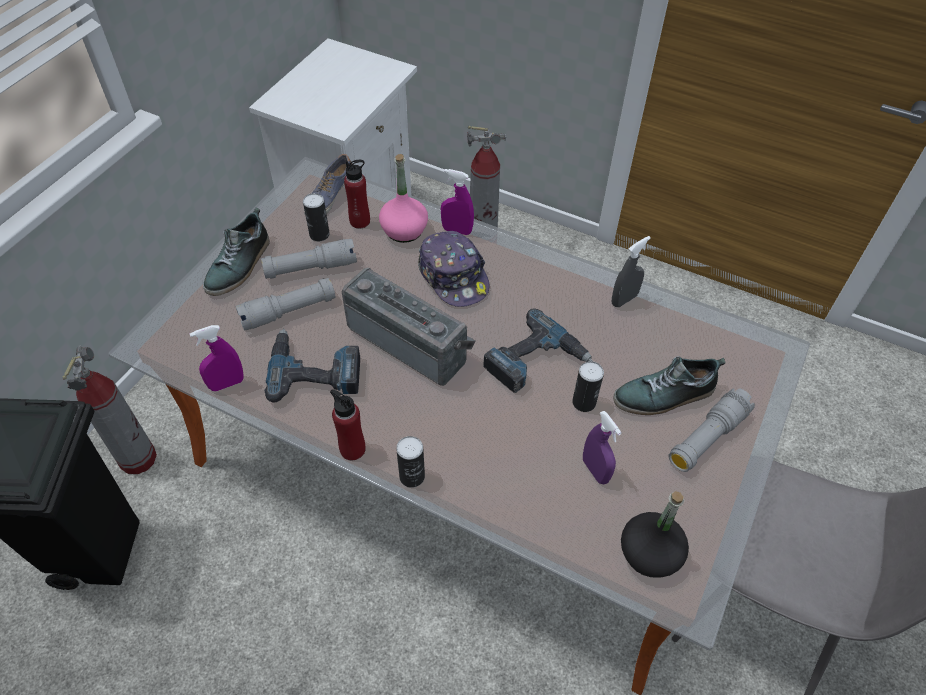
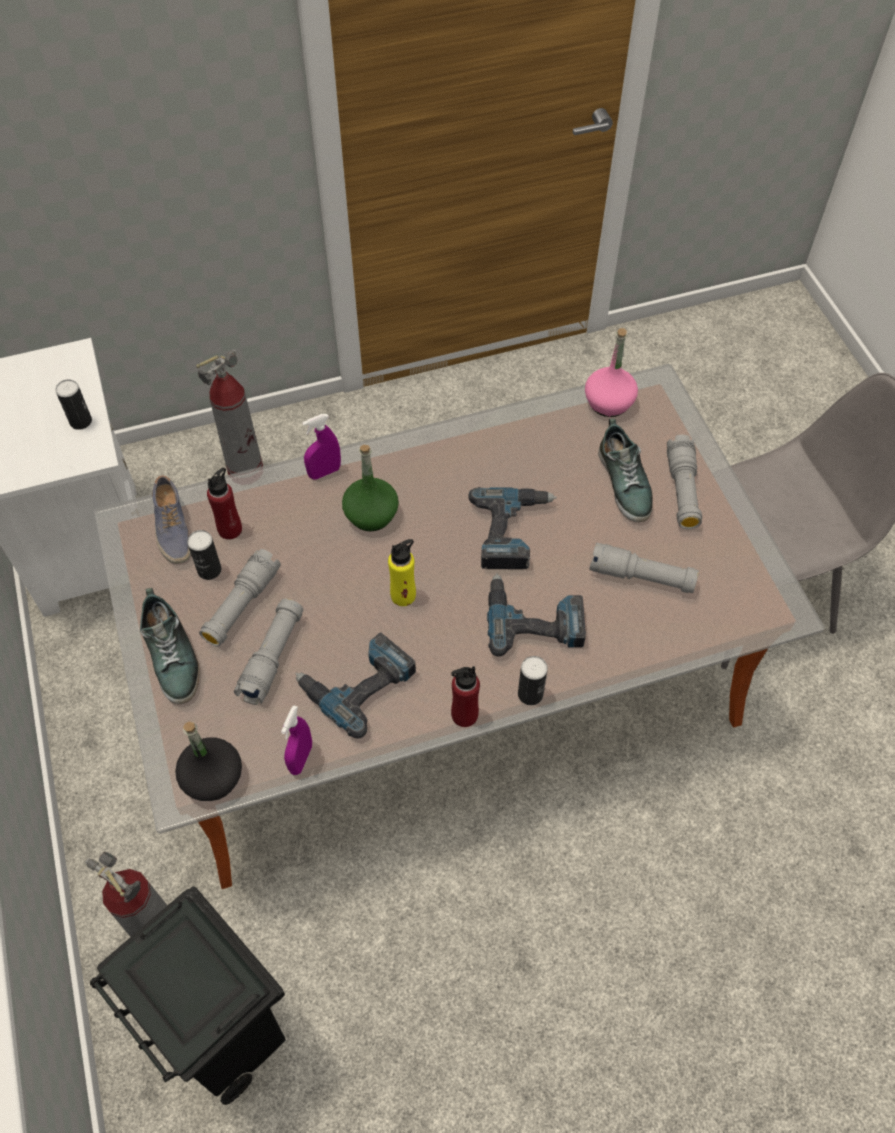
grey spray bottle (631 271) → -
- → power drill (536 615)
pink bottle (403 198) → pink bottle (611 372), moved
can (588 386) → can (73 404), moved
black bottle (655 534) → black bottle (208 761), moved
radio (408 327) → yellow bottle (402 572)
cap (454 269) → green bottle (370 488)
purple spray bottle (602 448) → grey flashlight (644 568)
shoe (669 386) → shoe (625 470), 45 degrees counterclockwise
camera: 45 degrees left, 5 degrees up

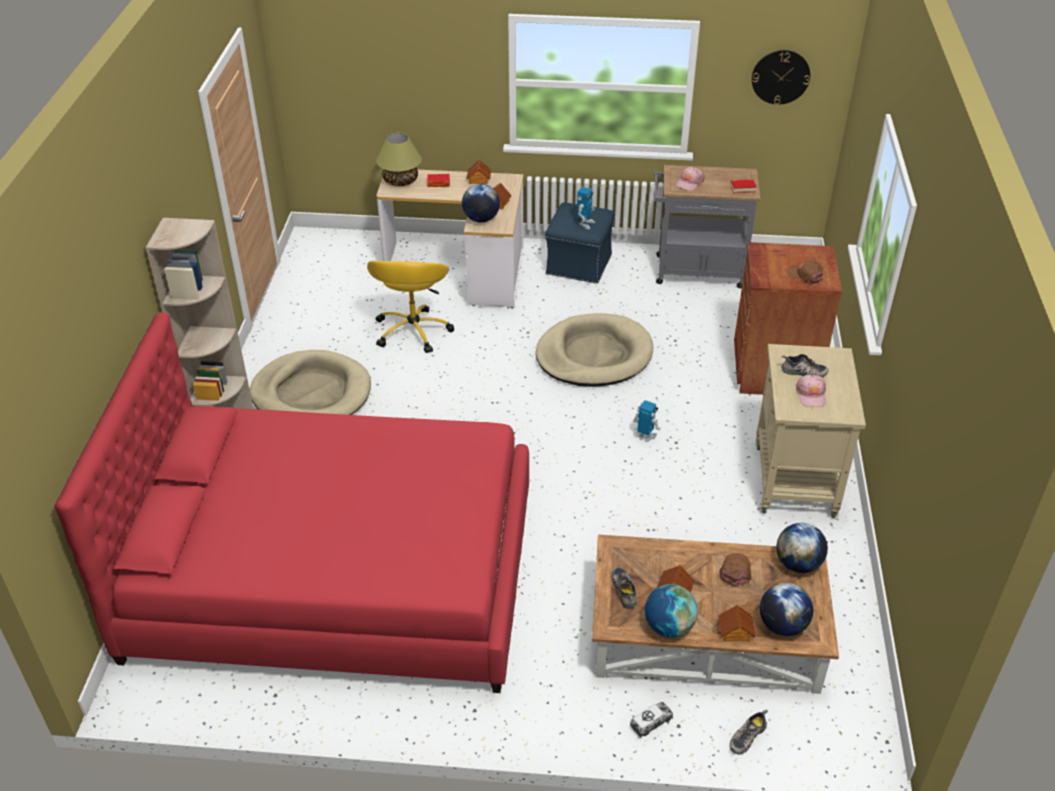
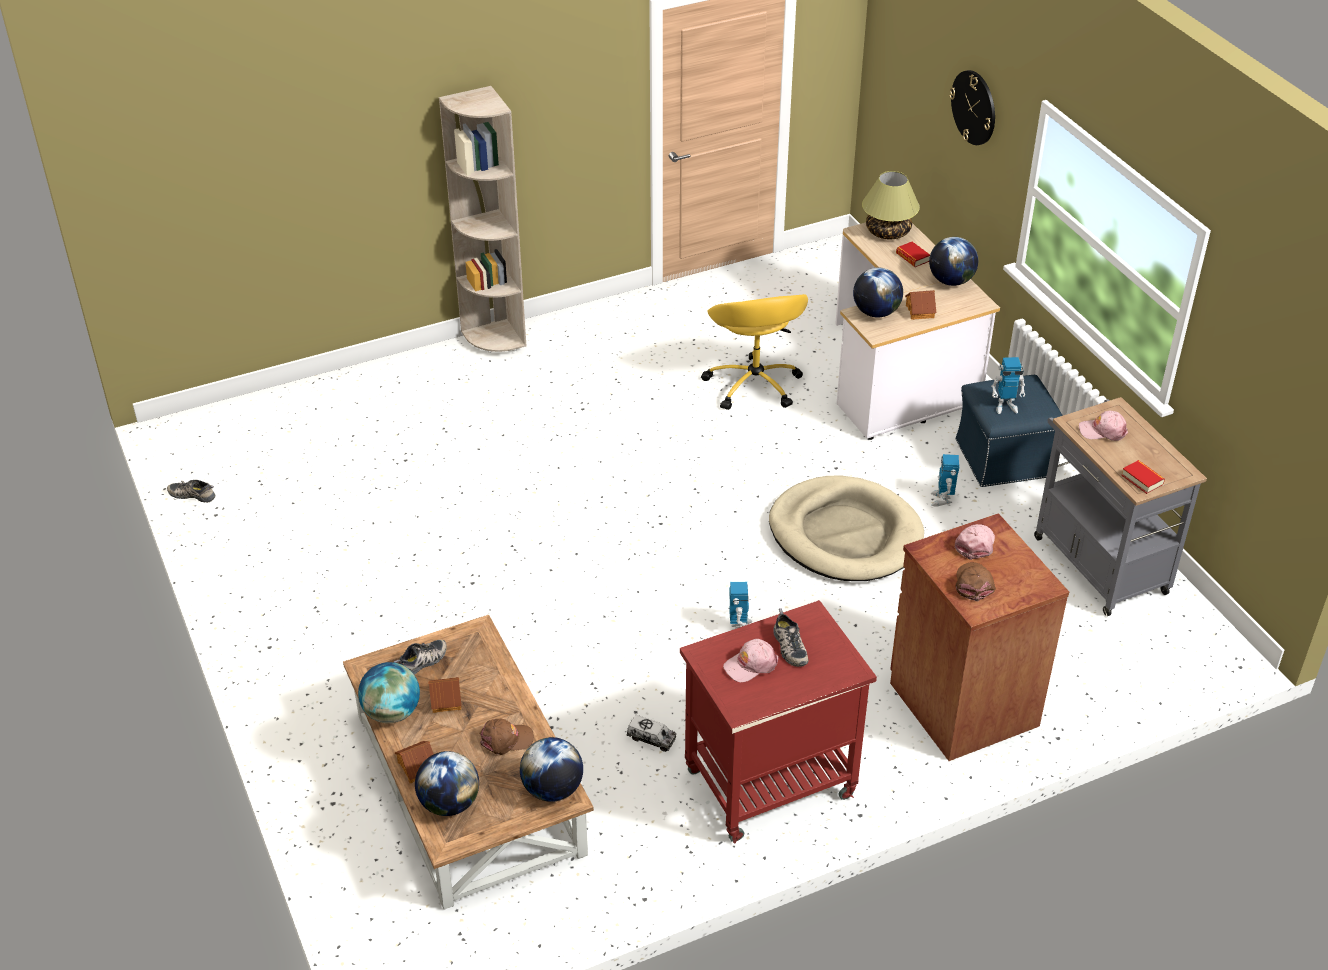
red bed (292 502) → -
beige dog bed (310 382) → -
- → toy robot (945 480)
- → pink cap (975 542)
toy truck (651 720) → toy truck (651 733), moved
shoe (749 732) → shoe (191 491), moved
wall clock (781 77) → wall clock (972 107), moved
toy house (479 171) → globe (954 261)
beige cart (810 431) → red cart (778 722)
yellow office chair (410 307) → yellow office chair (754 352), 75 degrees counterclockwise
camera: 60 degrees right, 0 degrees up

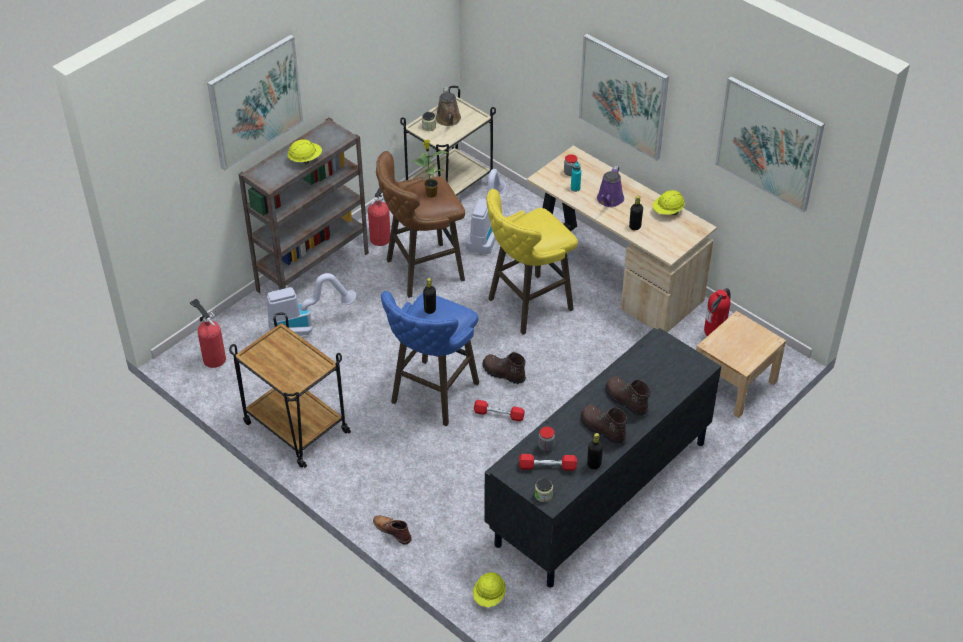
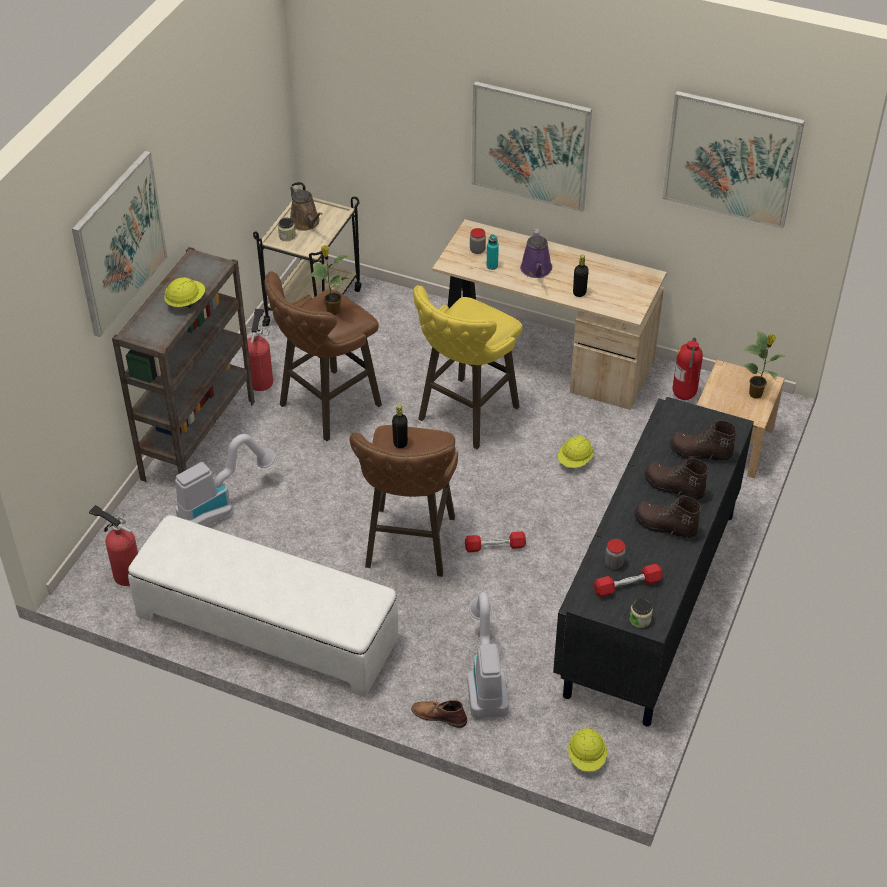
black bottle (595 451) → -
- → potted plant (764 364)
vacuum cleaner (486 211) → vacuum cleaner (488 655), moved
brown boot (504 368) → brown boot (703 440), moved
yellow hard hat (669 202) → yellow hard hat (575 452), moved
brown cart (290 390) → white bench (263 606)
blue stool (430 358) → brown stool (403 501)
camera: 20 degrees left, 0 degrees up

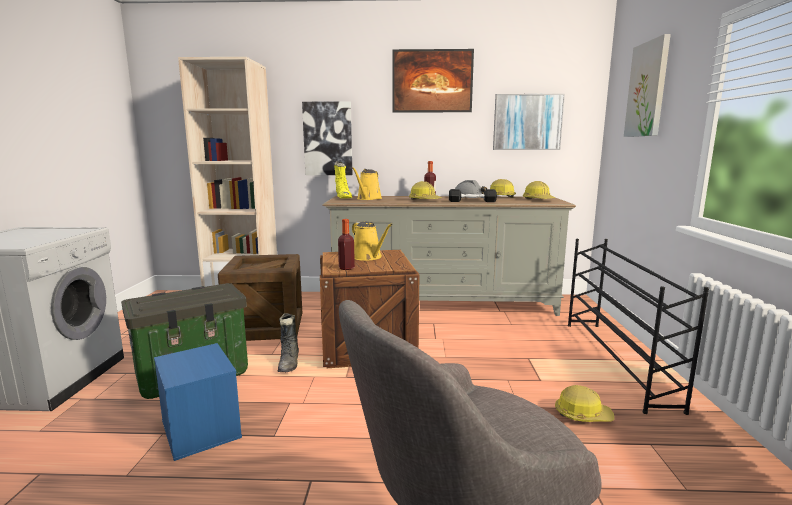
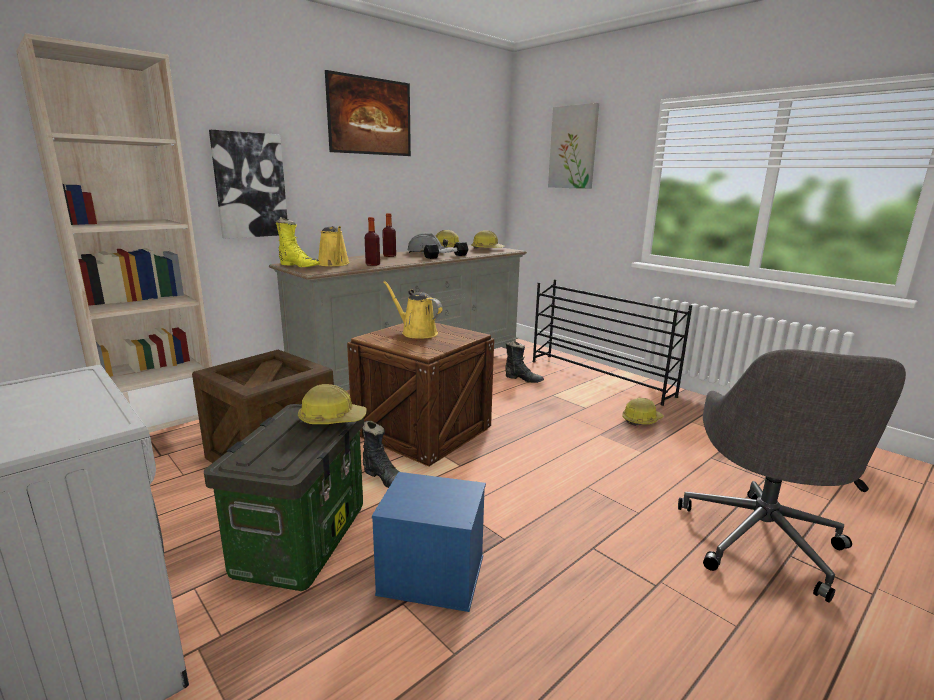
picture (529 122) → -
- → black boot (524 362)
bottle (346 244) → bottle (372 241), moved
hard hat (425 190) → hard hat (332 404), moved
yellow watering can (372 241) → yellow watering can (412 310), 150 degrees counterclockwise
camera: 45 degrees left, 5 degrees up

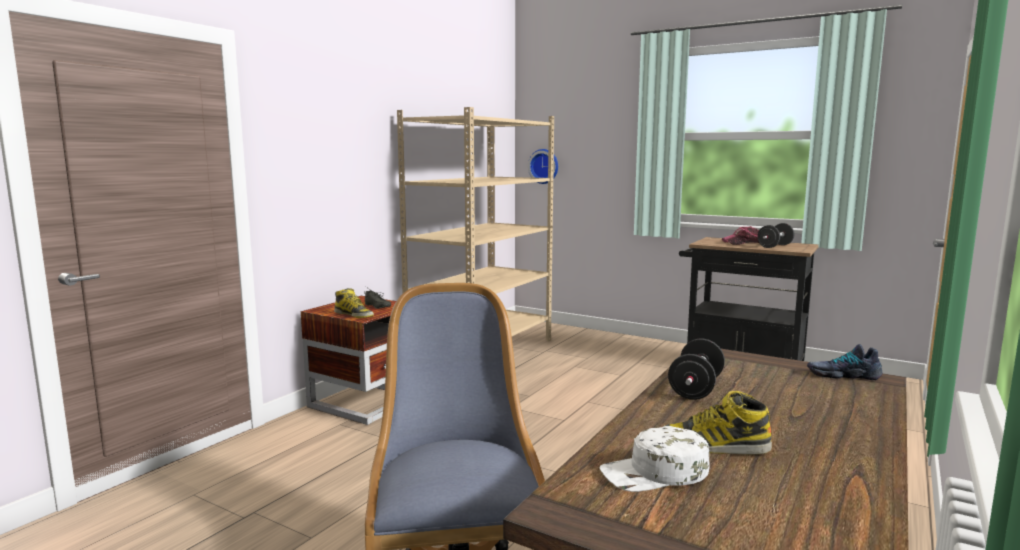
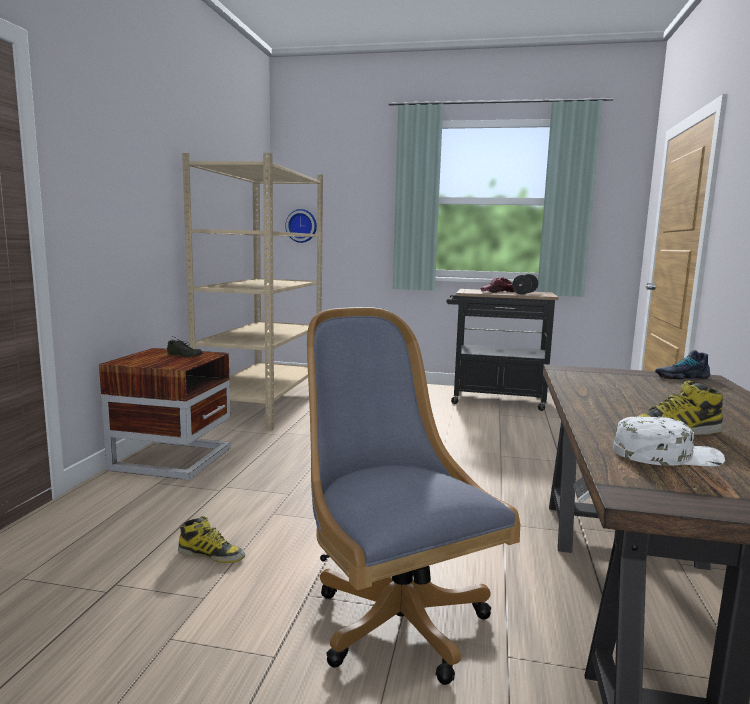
black dumbbell (696 369) → -
boot (354 303) → boot (211 539), moved
white cap (655 459) → white cap (669 441), 150 degrees counterclockwise
camera: 20 degrees left, 0 degrees up

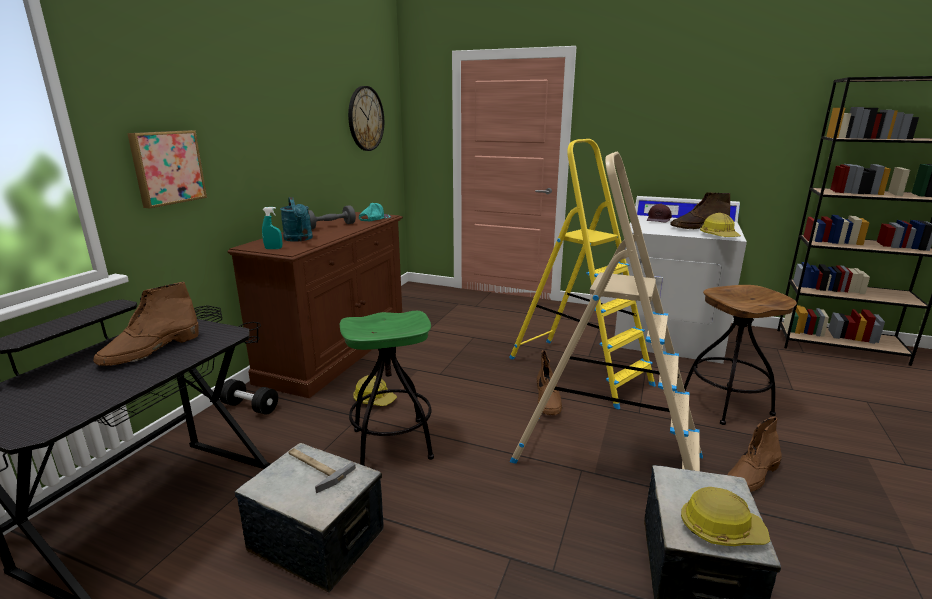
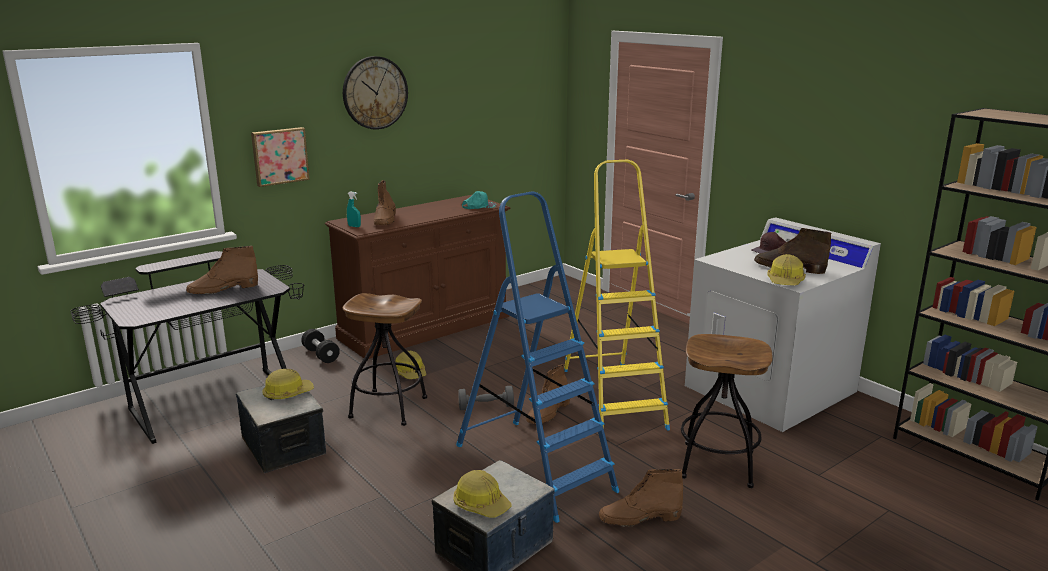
grey dumbbell (332 217) → grey dumbbell (486 398), moved
wall clock (366 118) → wall clock (375 93), moved
turquoise watering can (296 219) → brown boot (385 202)
hammer (322 470) → hard hat (288 384)
green stool (387 388) → brown stool (385 359)
beige step ladder (606 311) → blue step ladder (537 357)
camera: 30 degrees right, 0 degrees up

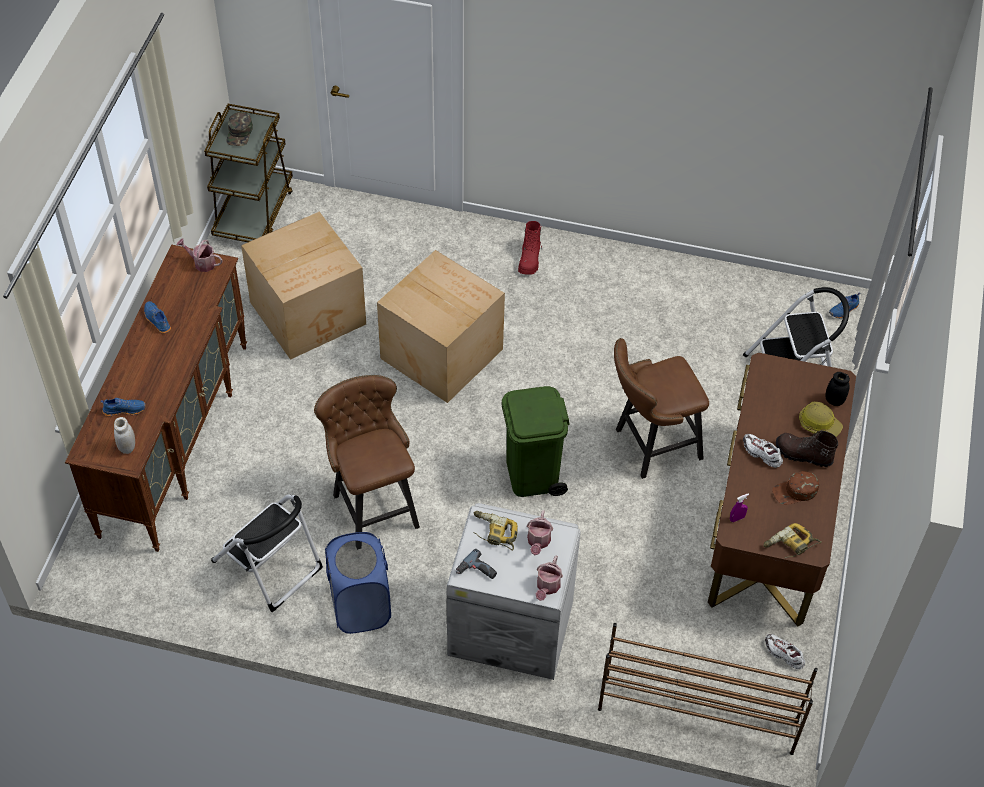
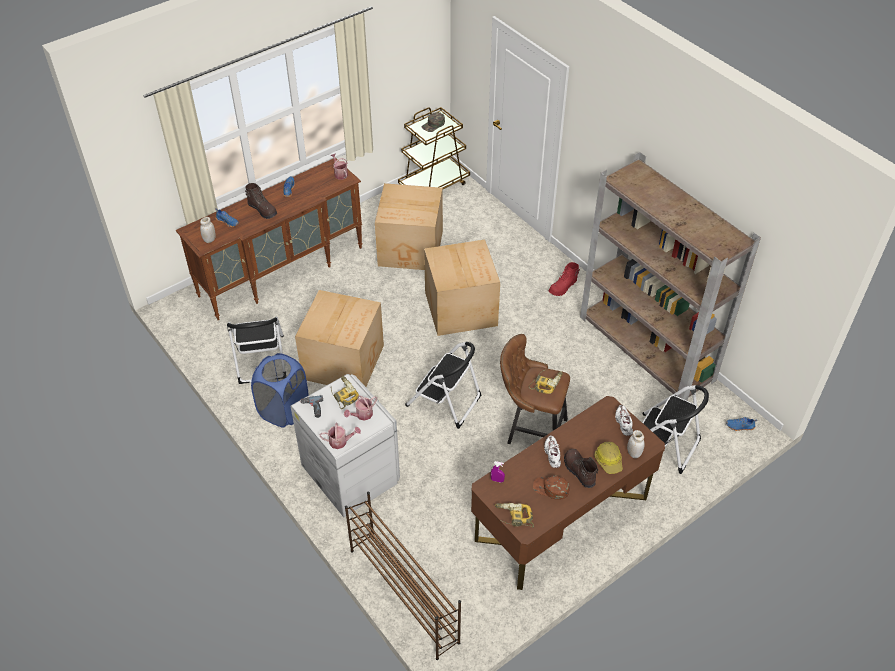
- → brown boot (261 201)
- → power drill (546 381)
- → brown bookcase (670 276)
white shoe (785 651) → white shoe (624 420), moved
brown stool (367 453) → cardboard box (339 338)
green trash can (536 441) → step ladder (443 385)
black jar (838 389) → white jar (636 444)
watering can (549 578) → watering can (340 436), 150 degrees counterclockwise
camera: 40 degrees right, 5 degrees down

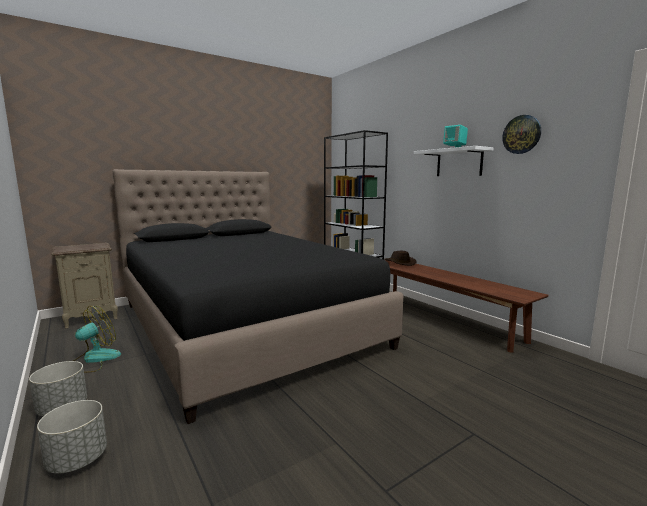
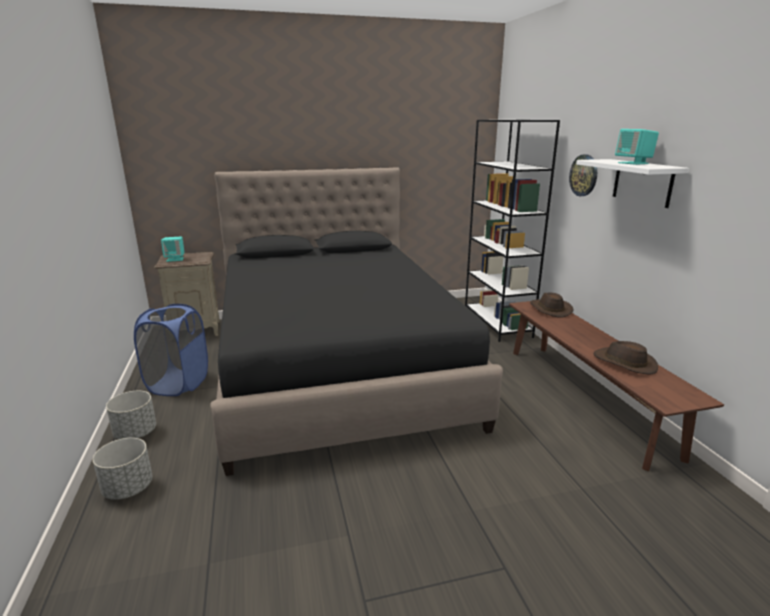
- → turquoise speaker (173 249)
- → brown hat (626 358)
wall clock (521 134) → wall clock (583 175), moved
fan (97 339) → blue laundry basket (171 350)
camera: 20 degrees right, 10 degrees up

